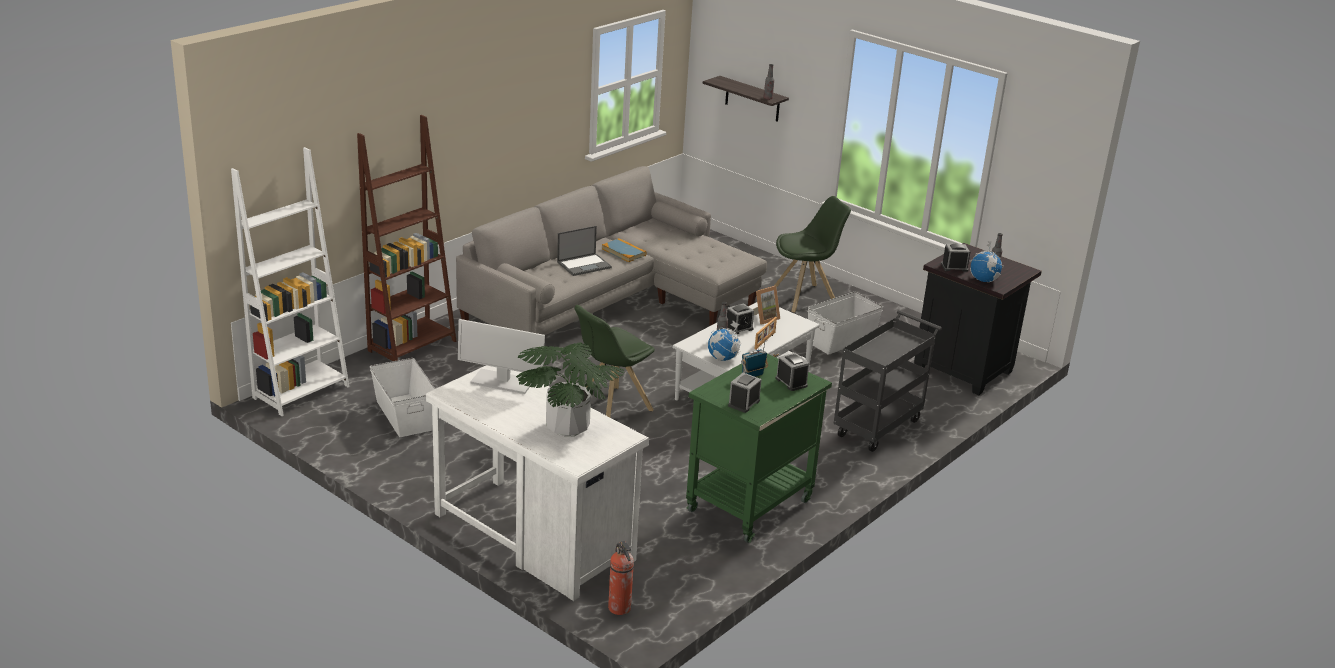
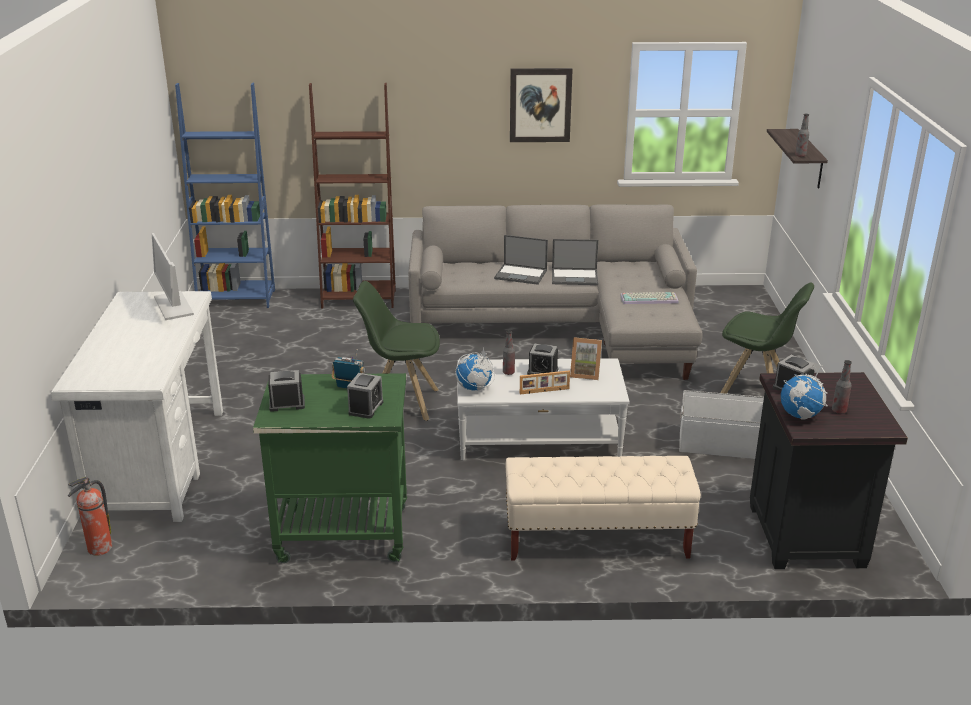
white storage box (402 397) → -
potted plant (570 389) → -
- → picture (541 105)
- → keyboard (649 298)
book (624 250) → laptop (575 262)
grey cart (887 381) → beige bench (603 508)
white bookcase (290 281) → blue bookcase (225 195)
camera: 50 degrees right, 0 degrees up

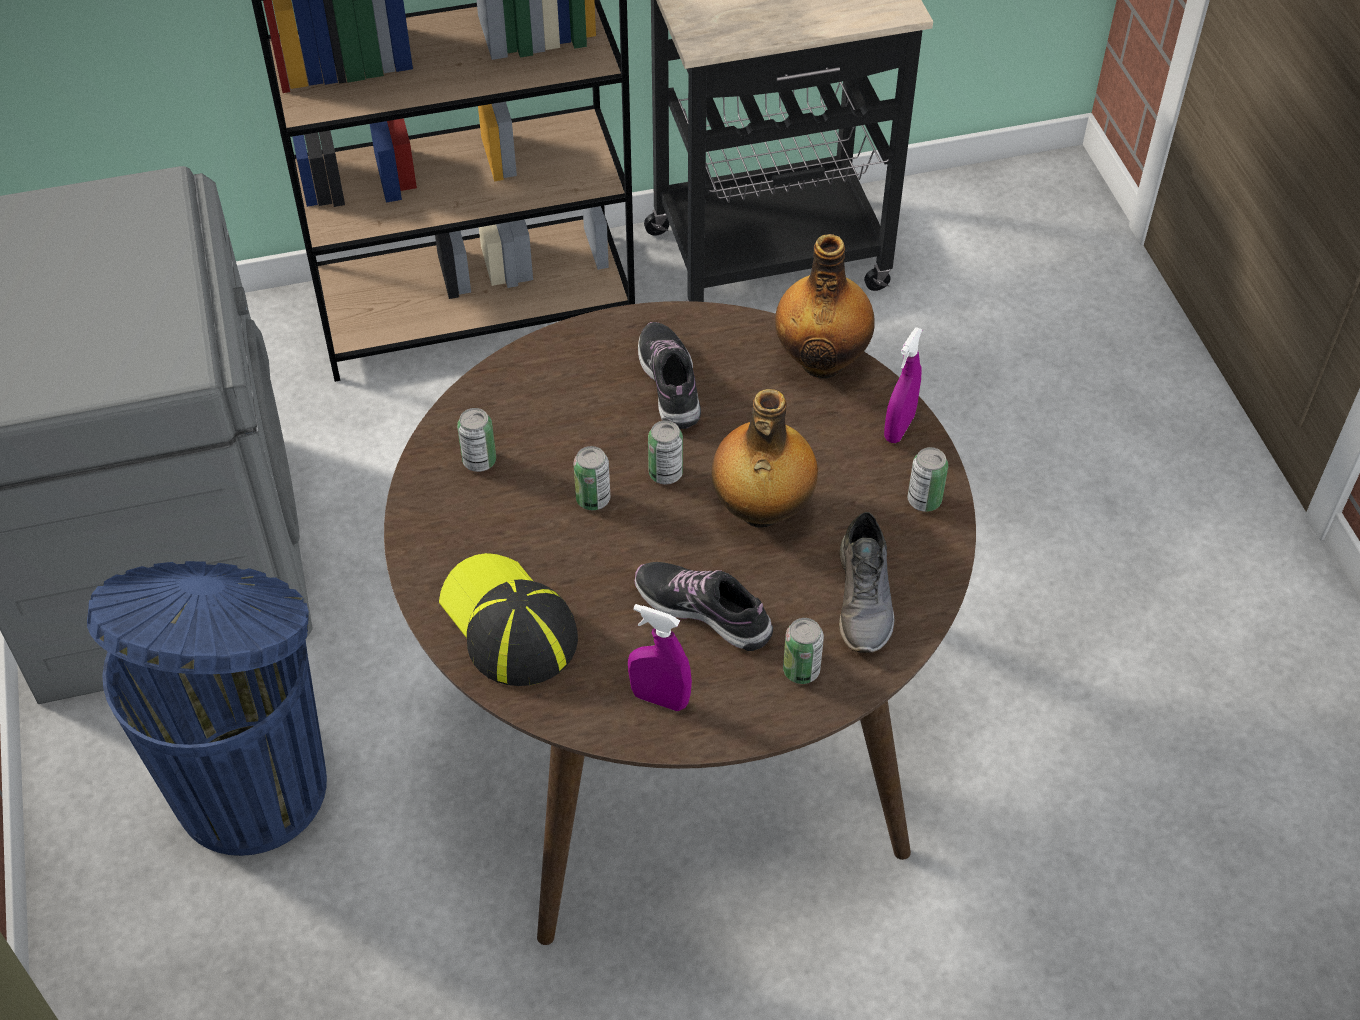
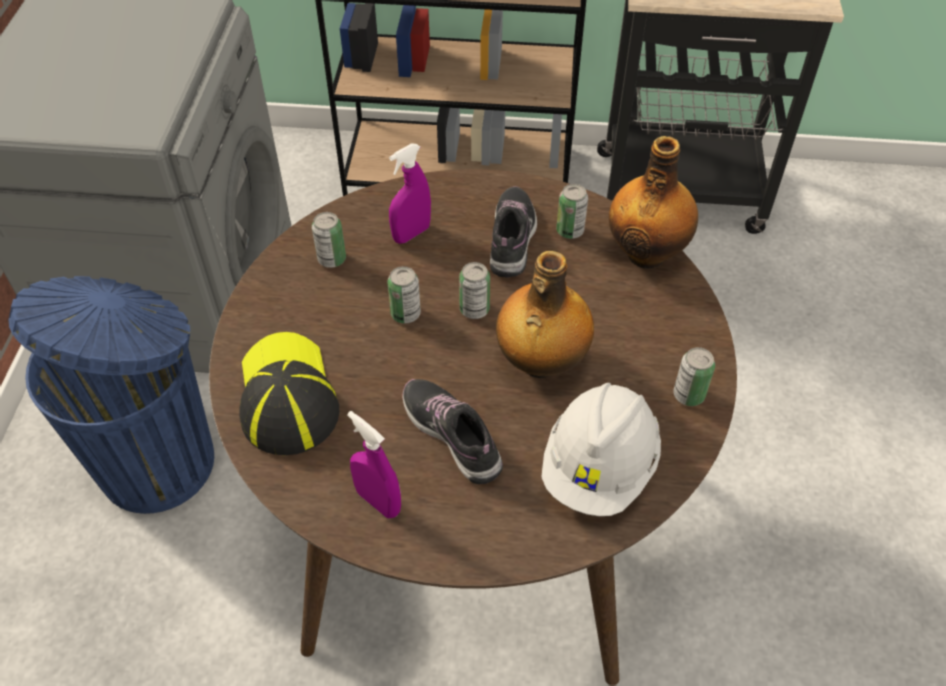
can (803 651) → can (572 211), moved
purple spray bottle (903 385) → purple spray bottle (410 193), moved
grey shoe (866 582) → white hard hat (601 449)
camera: 20 degrees right, 0 degrees up

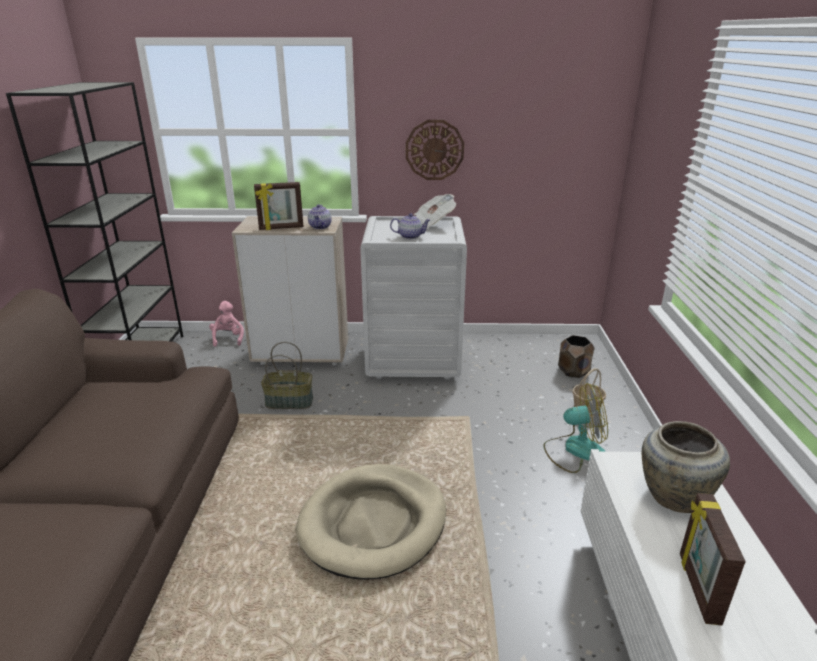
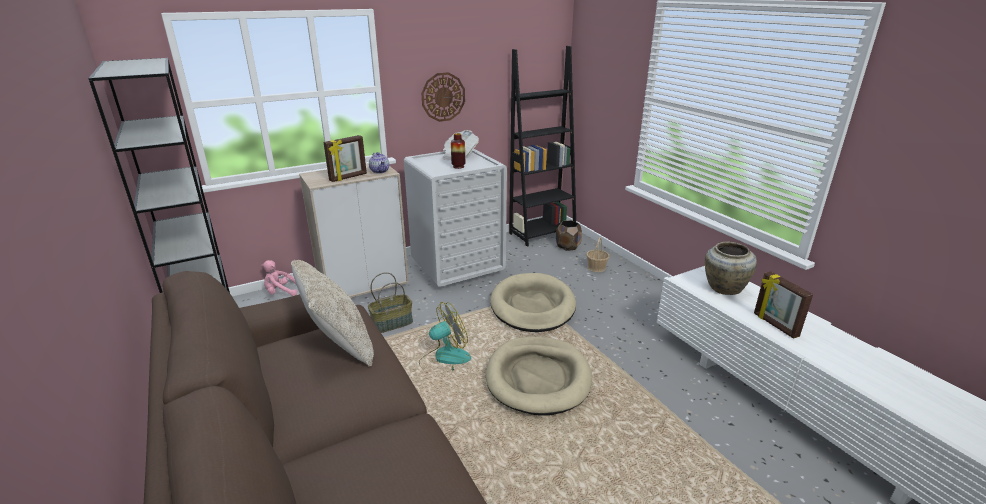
- → beige pillow (332 313)
- → beige dog bed (533 302)
- → black bookcase (542 146)
fan (575 428) → fan (445 338), moved
teapot (410 226) → vase (458 151)
pink plush toy (226 324) → pink plush toy (279 278), 60 degrees counterclockwise
camera: 30 degrees left, 0 degrees up

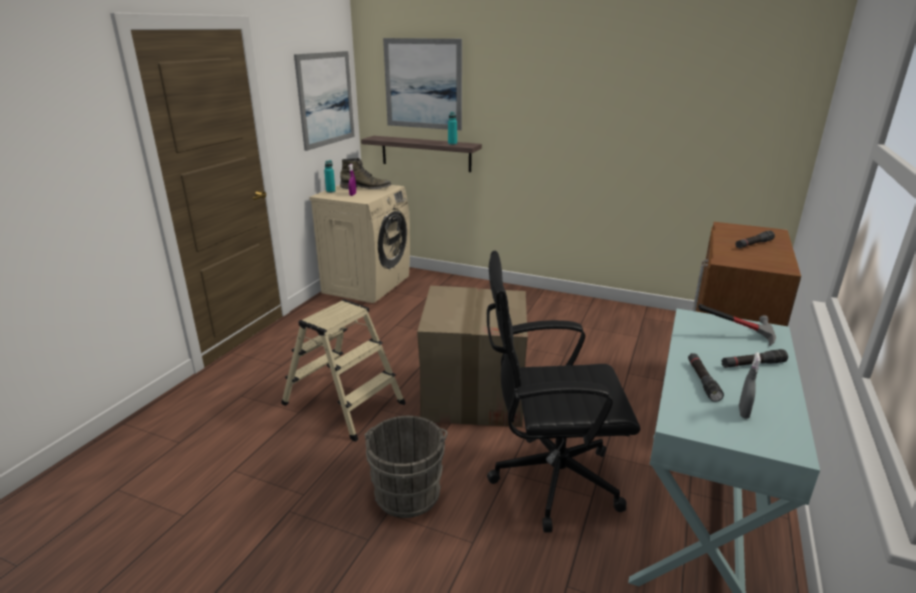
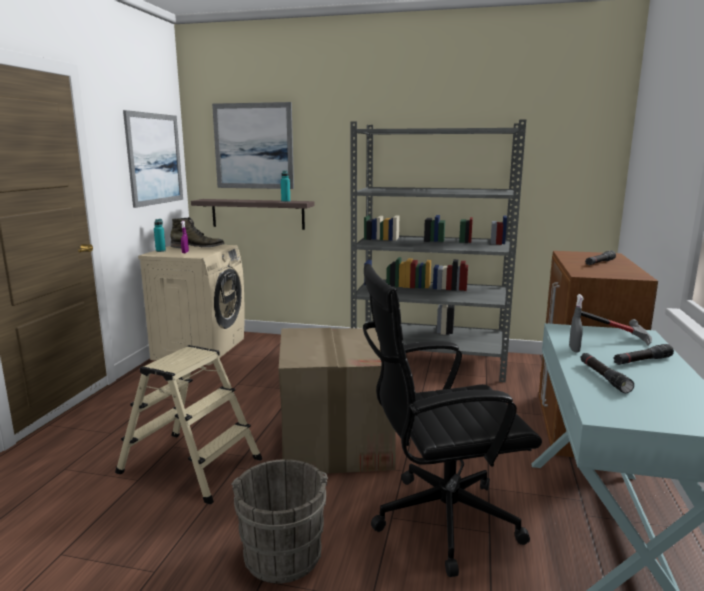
- → grey bookcase (438 251)
grey spray bottle (750 385) → grey spray bottle (576 323), moved
camera: 10 degrees left, 10 degrees down

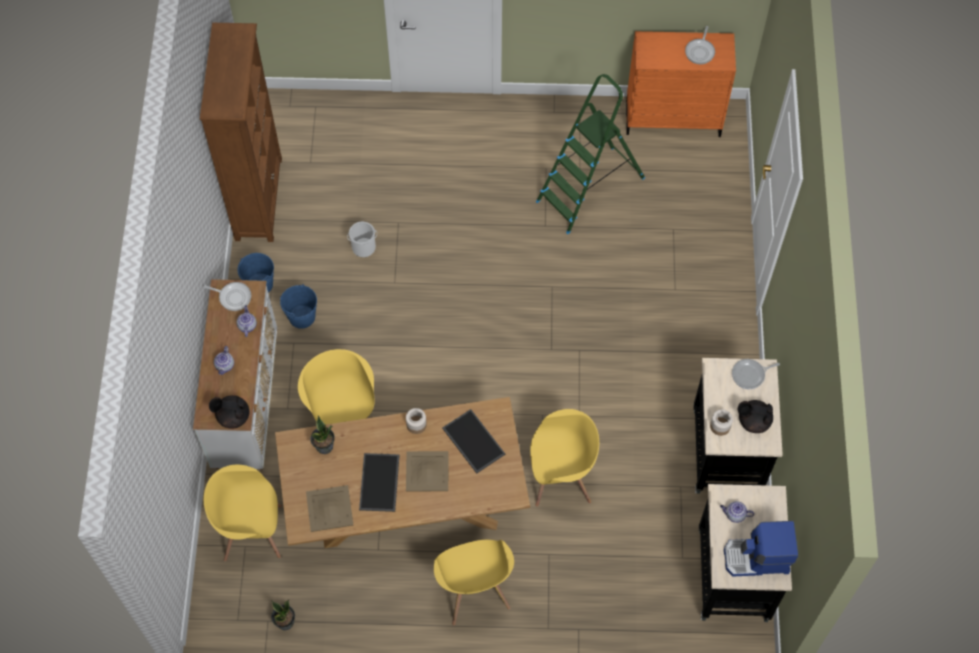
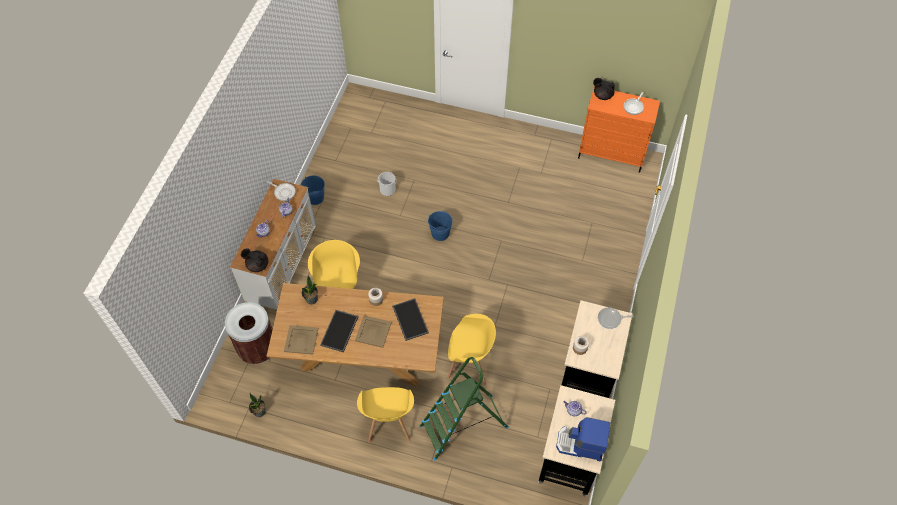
brown bookcase (241 132) → -
blue bucket (298 306) → blue bucket (440 226), moved
green step ladder (590 154) → green step ladder (464 408), moved
black teapot (755 416) → black teapot (604 89), moved
yellow chair (243 513) → brown trash can (249 333)
camera: 15 degrees right, 5 degrees down

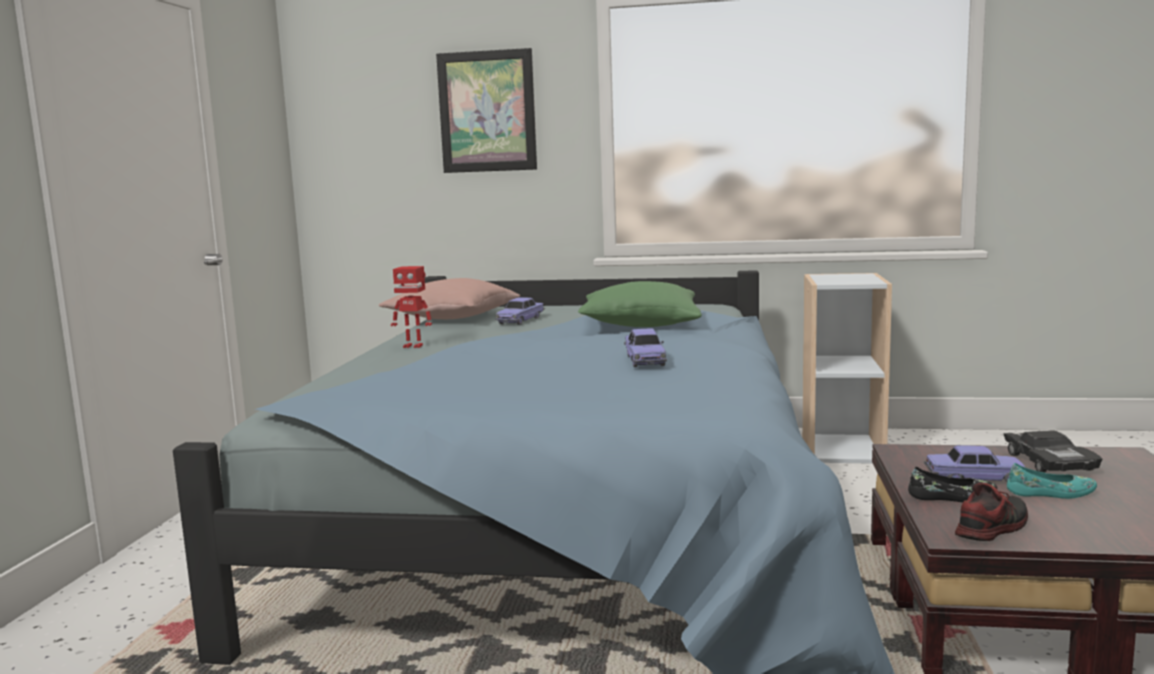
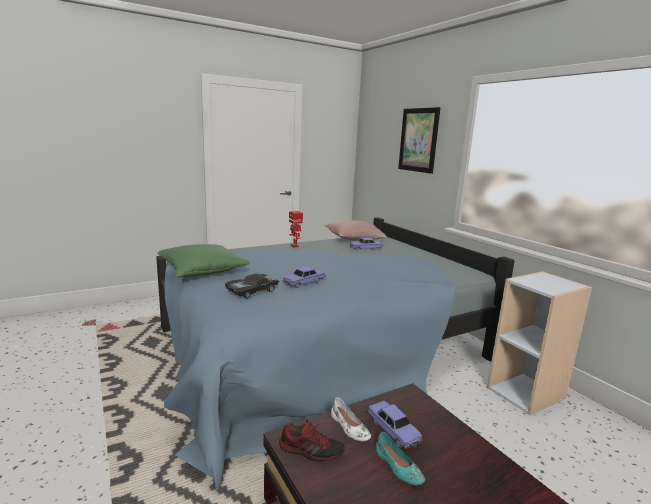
green pillow (640 304) → green pillow (203 260), moved
black toy car (1052 451) → black toy car (252 286), moved
black shoe (952 484) → white shoe (351 419)
camera: 50 degrees right, 5 degrees up

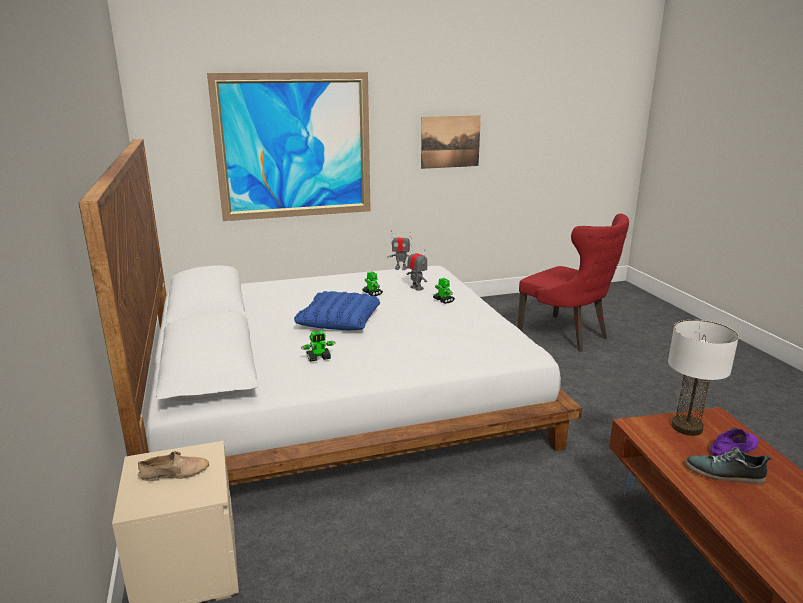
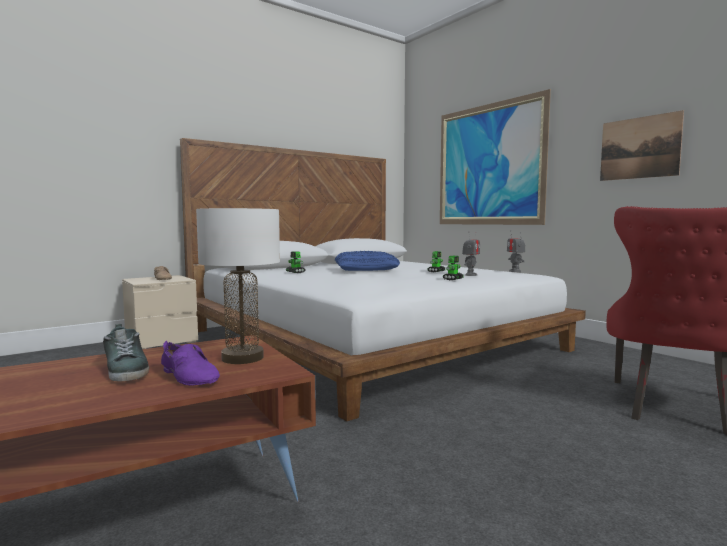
shoe (728 466) → shoe (126 352), 150 degrees clockwise
camera: 70 degrees right, 15 degrees down

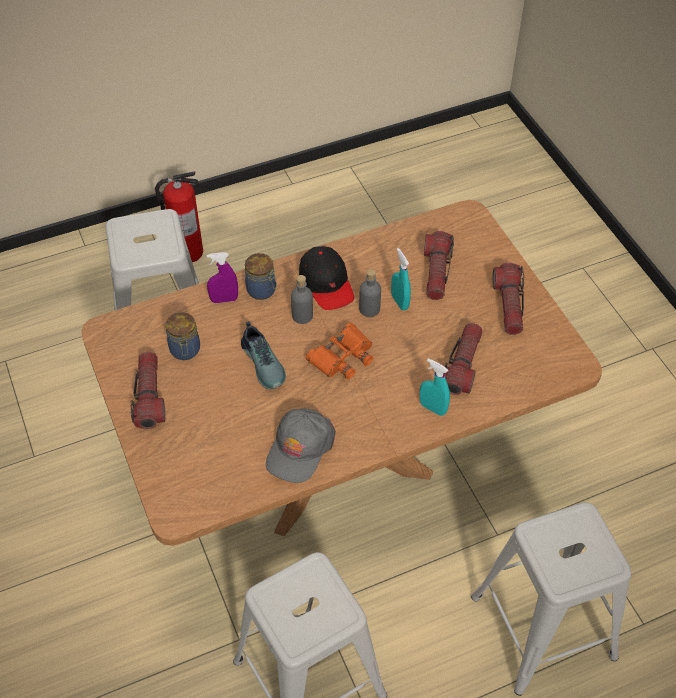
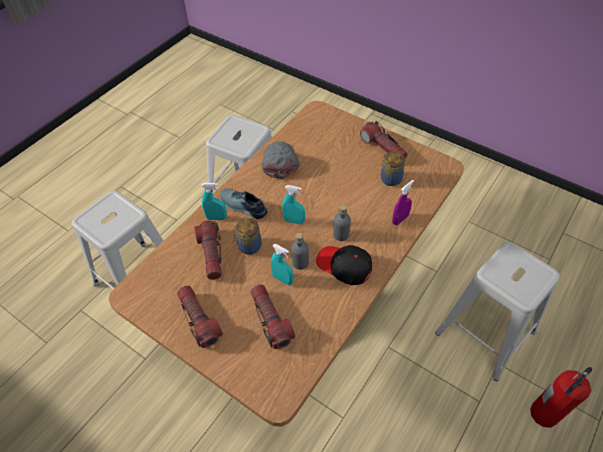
shoe (263 355) → shoe (244 204), moved
jar (261 276) → jar (247 236), moved
orange binoculars (339 351) → turquoise spray bottle (293 204)
camera: 150 degrees right, 0 degrees up

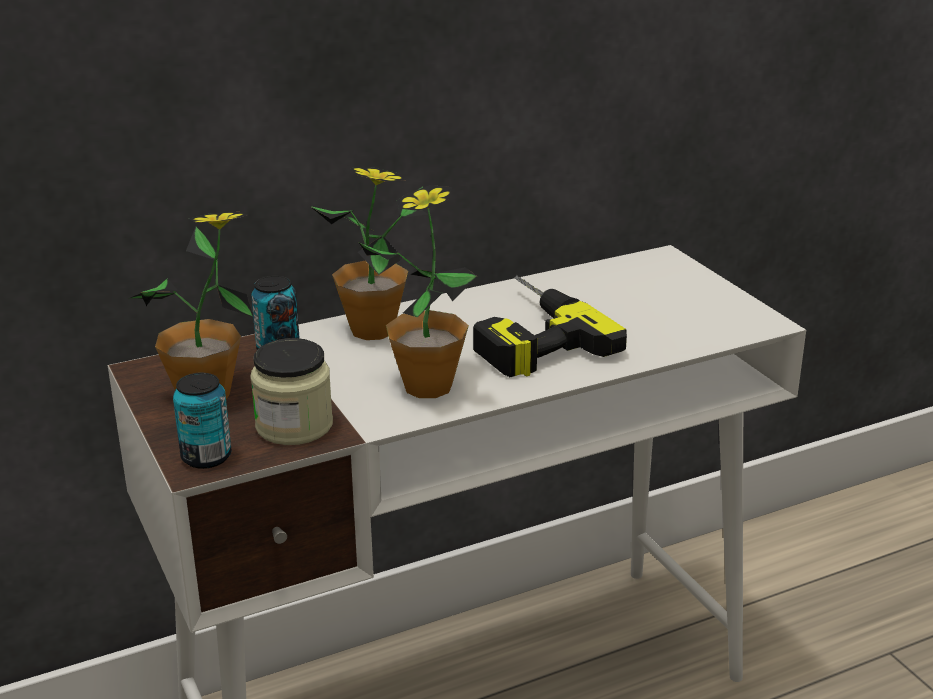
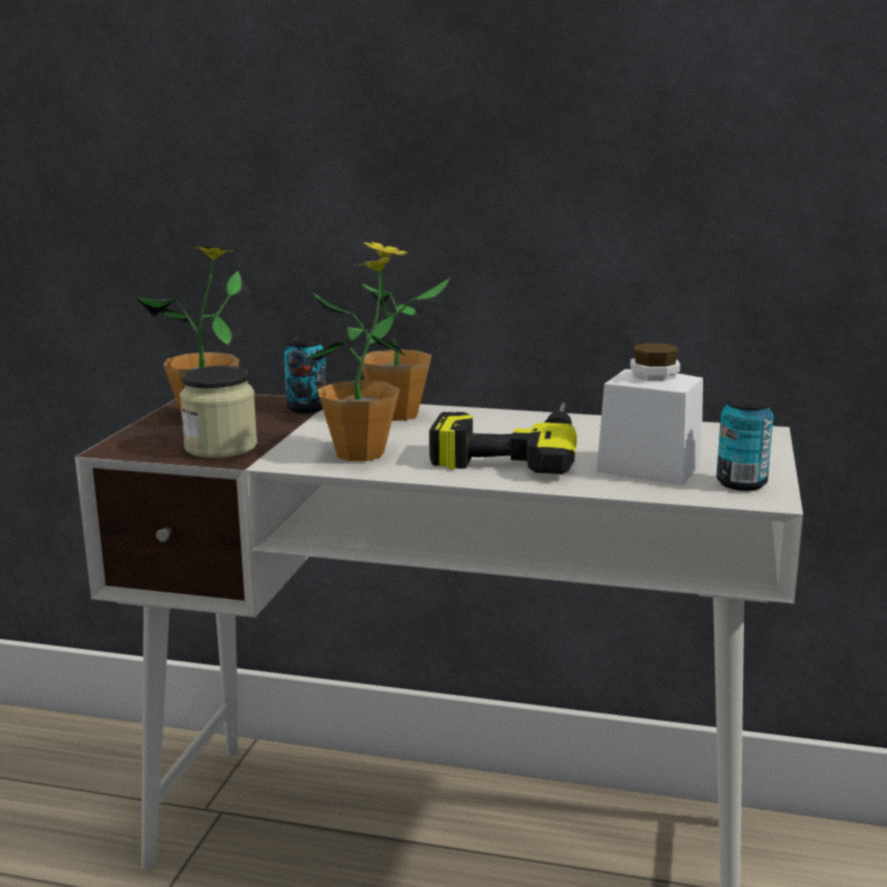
- → white jar (650 414)
can (202 421) → can (744 443), moved
camera: 40 degrees right, 10 degrees down

